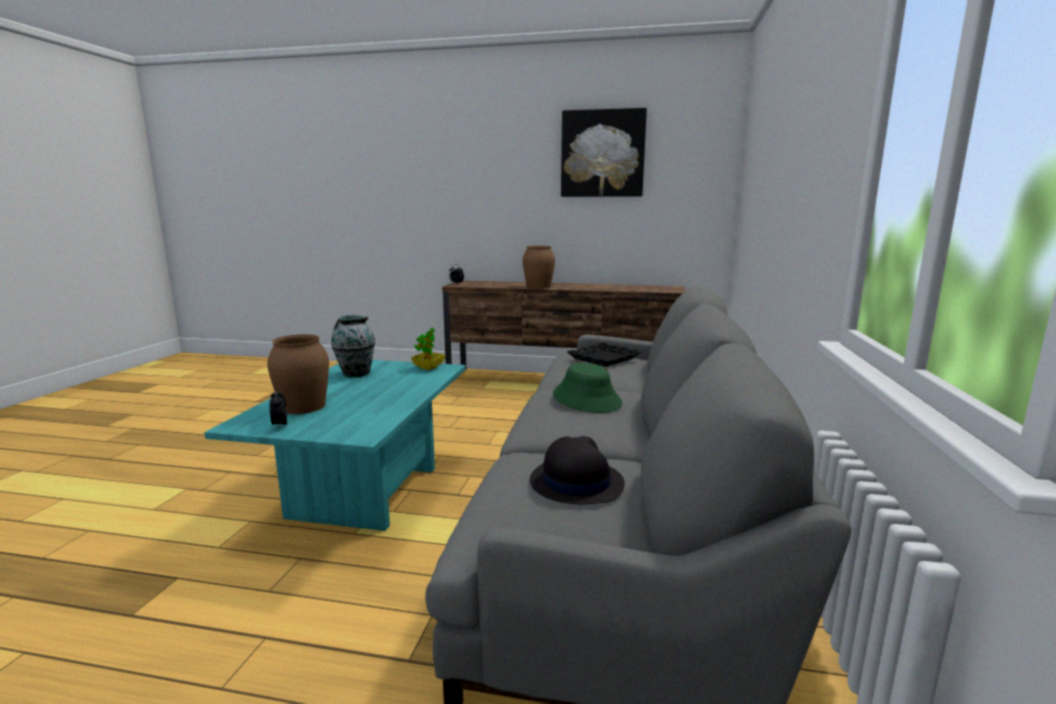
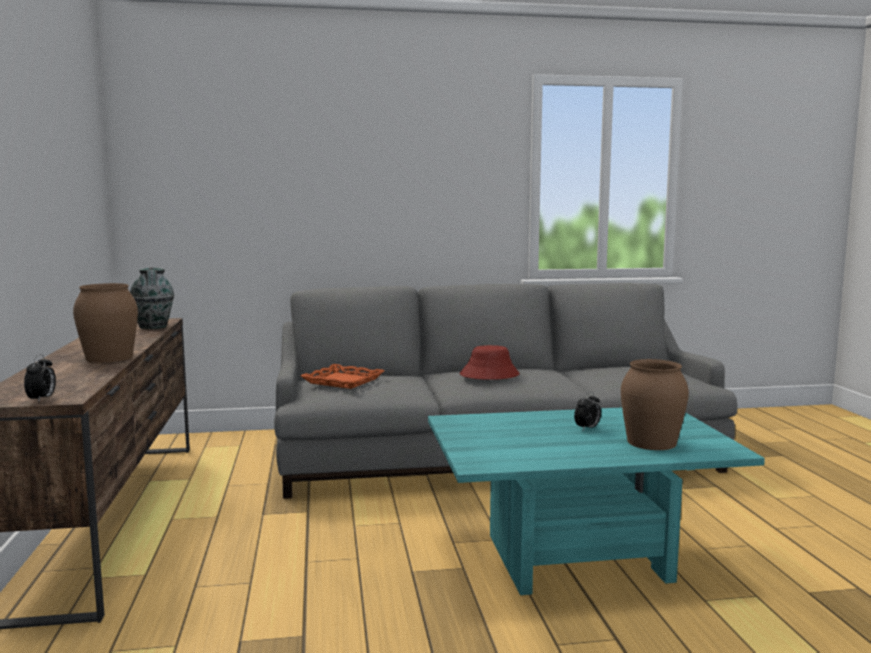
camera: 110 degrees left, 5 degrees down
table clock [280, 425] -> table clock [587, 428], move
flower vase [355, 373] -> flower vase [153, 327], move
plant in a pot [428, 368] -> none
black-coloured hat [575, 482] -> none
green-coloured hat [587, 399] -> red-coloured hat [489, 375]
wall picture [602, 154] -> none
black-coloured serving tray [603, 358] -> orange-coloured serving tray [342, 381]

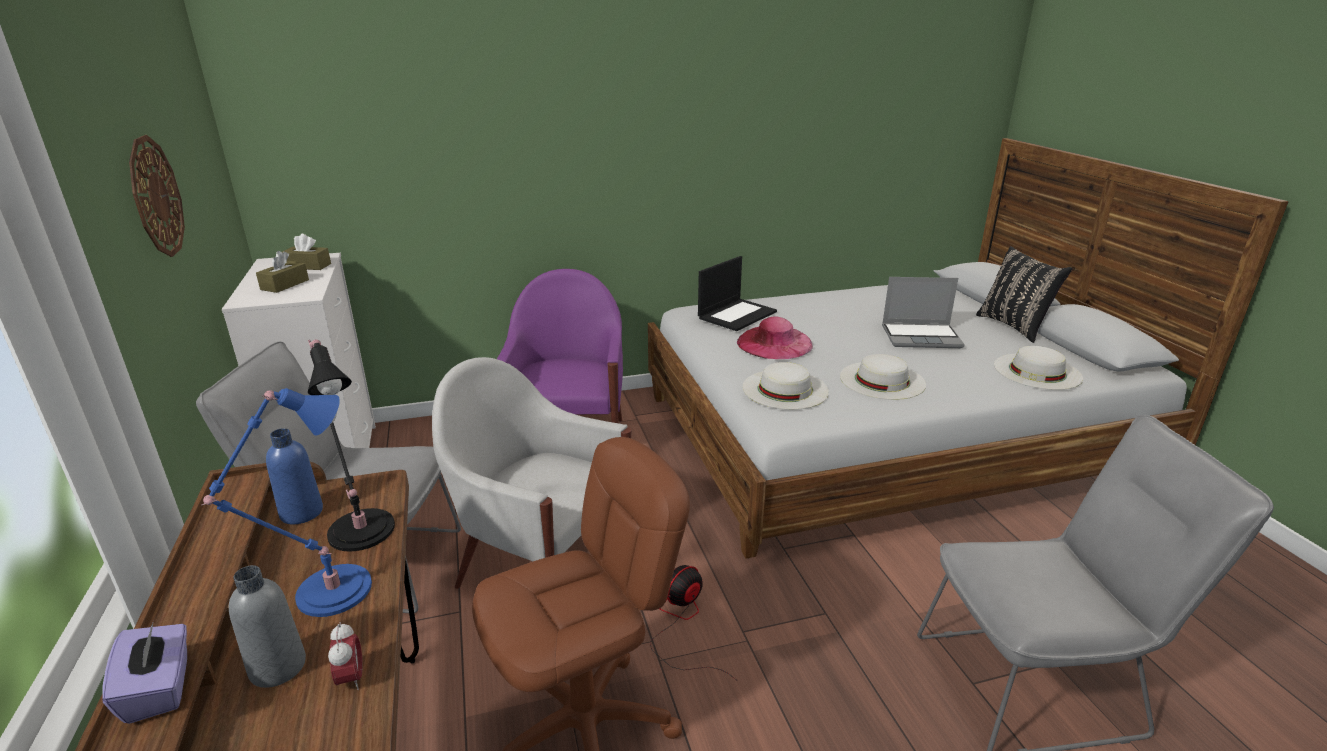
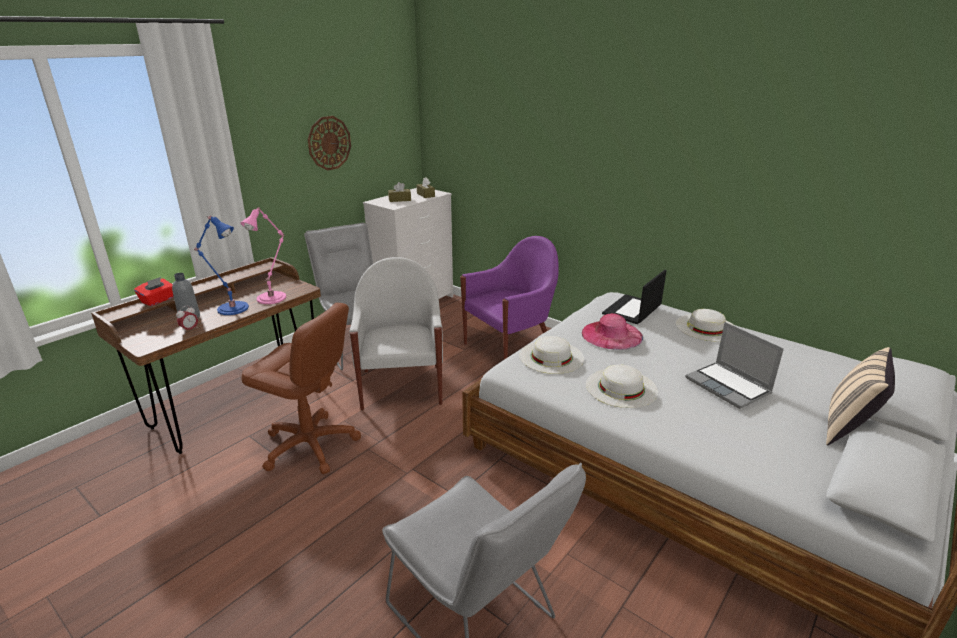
camera: 55 degrees right, 0 degrees up
purplish tissue box [160, 689] -> red-coloured tissue box [158, 300]
bluish beverage bottle [301, 512] -> none
black-coloured table lamp [360, 527] -> pink table lamp [273, 297]
electric fan [683, 624] -> none
laptop [737, 314] -> laptop [632, 310], 120 degrees clockwise
black-coloured pillow [1014, 326] -> beige pillow [848, 428]
white-coloured hat [1037, 371] -> white-coloured hat [706, 327], move

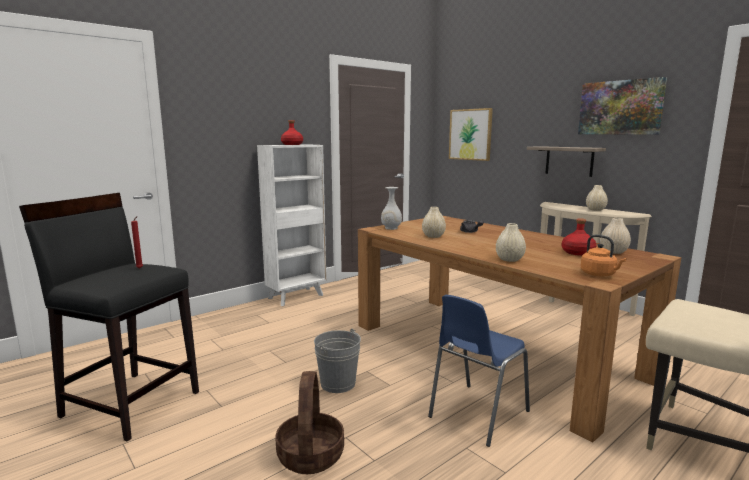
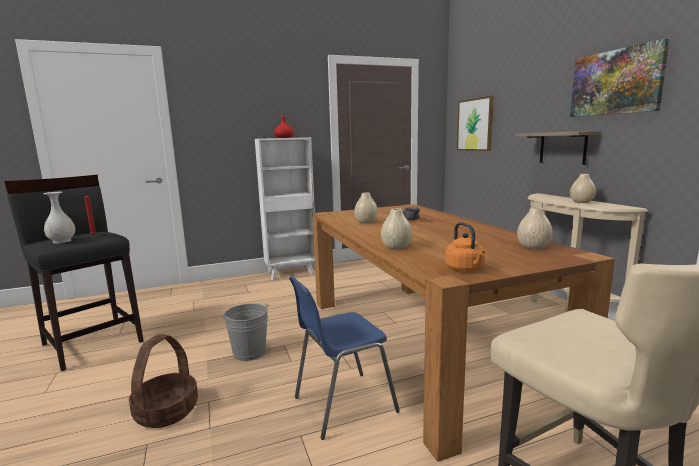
camera: 20 degrees right, 0 degrees up
white-coloured flower vase [391, 228] -> white-coloured flower vase [62, 241], move
red-coloured beverage bottle [577, 252] -> none

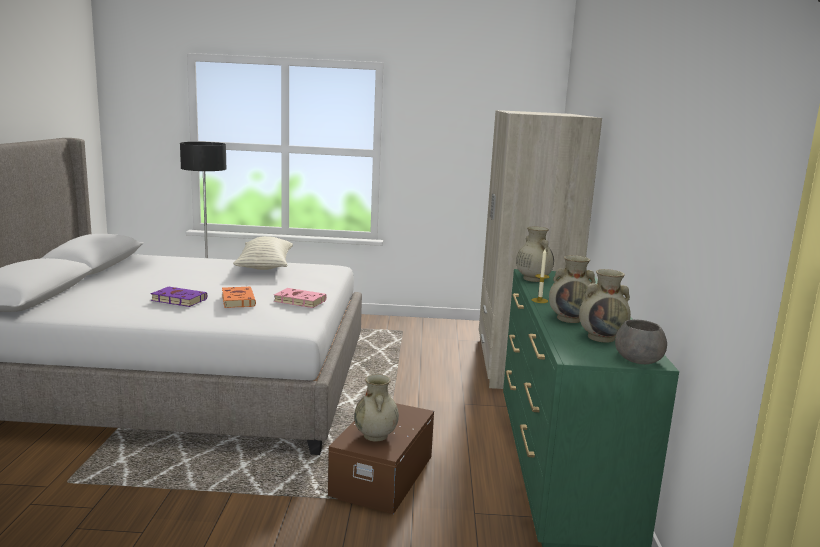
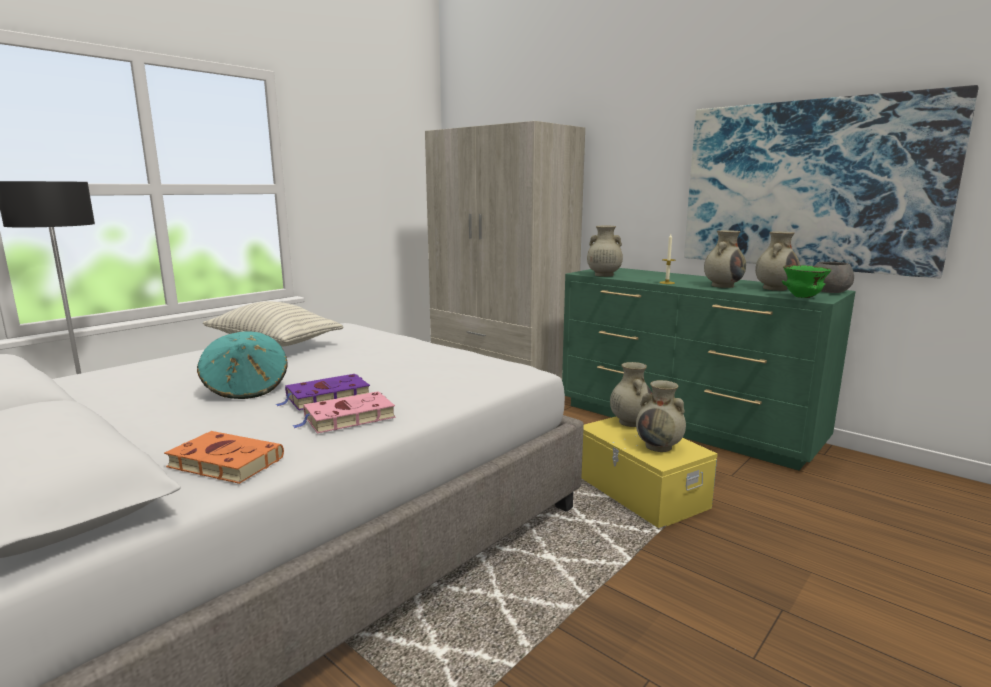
camera: 50 degrees left, 0 degrees up
orange-coloured bound book [238, 300] -> orange-coloured bound book [223, 462], move
pink bound book [298, 301] -> pink bound book [347, 418], move
brownish storage bin [381, 475] -> yellowish storage bin [639, 492]
none -> turquoise-coloured hat [246, 388]
none -> beige flower vase [630, 422]
none -> wall picture [808, 185]
none -> green-coloured deep dish [802, 297]

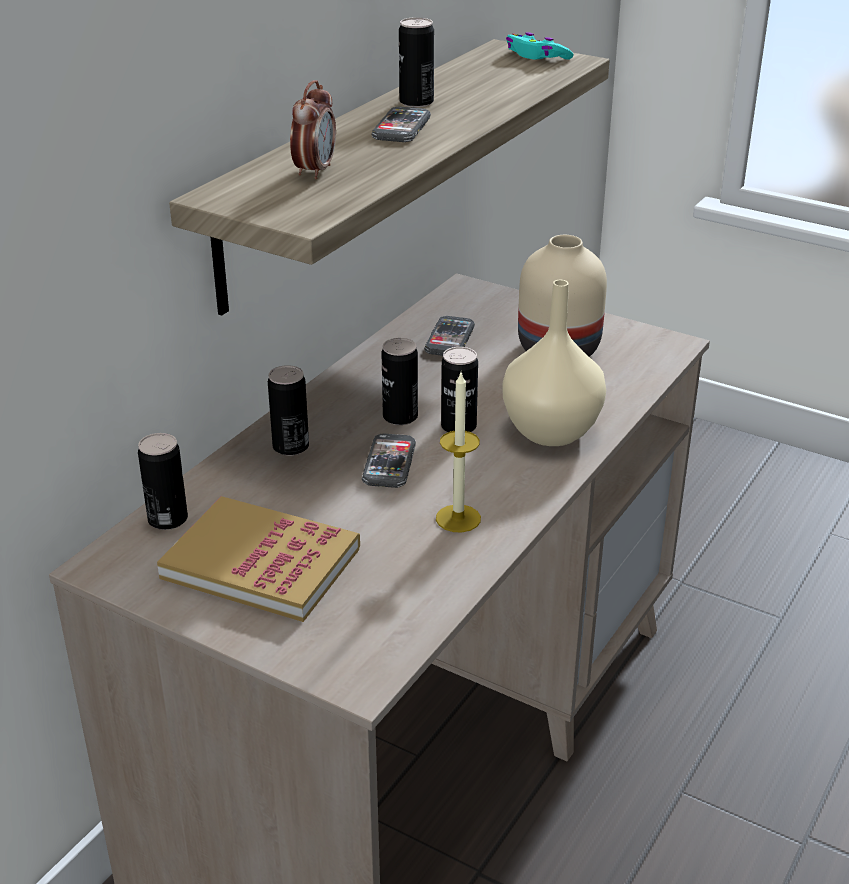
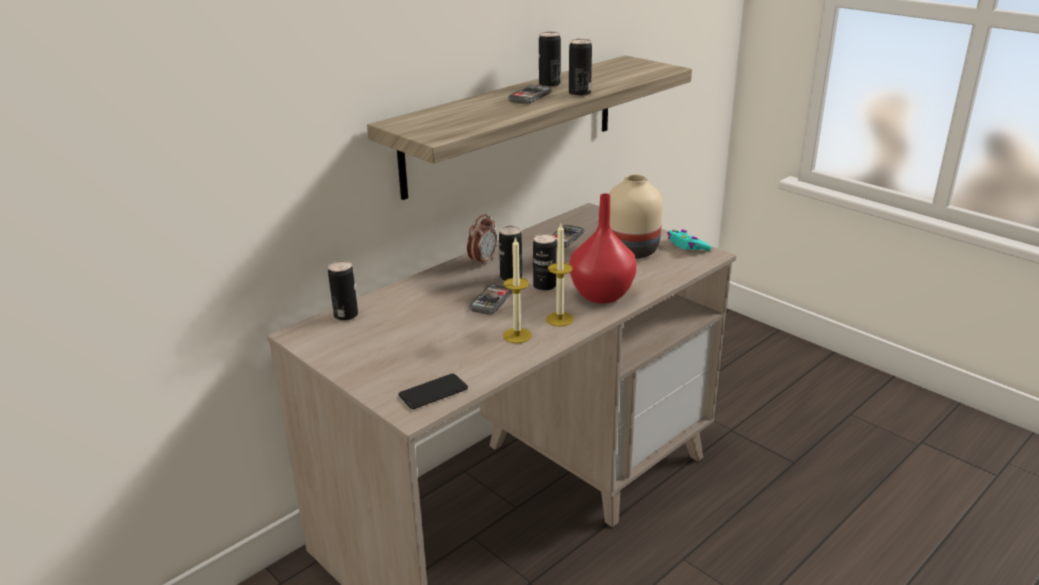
camera: 15 degrees right, 5 degrees down
bound book [261, 563] -> none
metal can [291, 447] -> metal can [579, 93], move
table clock [314, 171] -> table clock [482, 261], move
beige flower vase [550, 430] -> red-coloured flower vase [602, 294]
turquoise-coloured gamepad [536, 56] -> turquoise-coloured gamepad [687, 246], move
none -> phone [433, 392]
none -> wax light [559, 319]

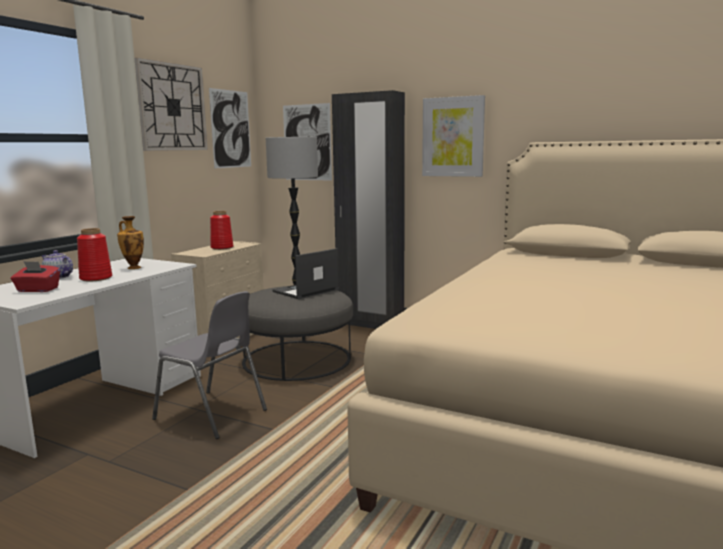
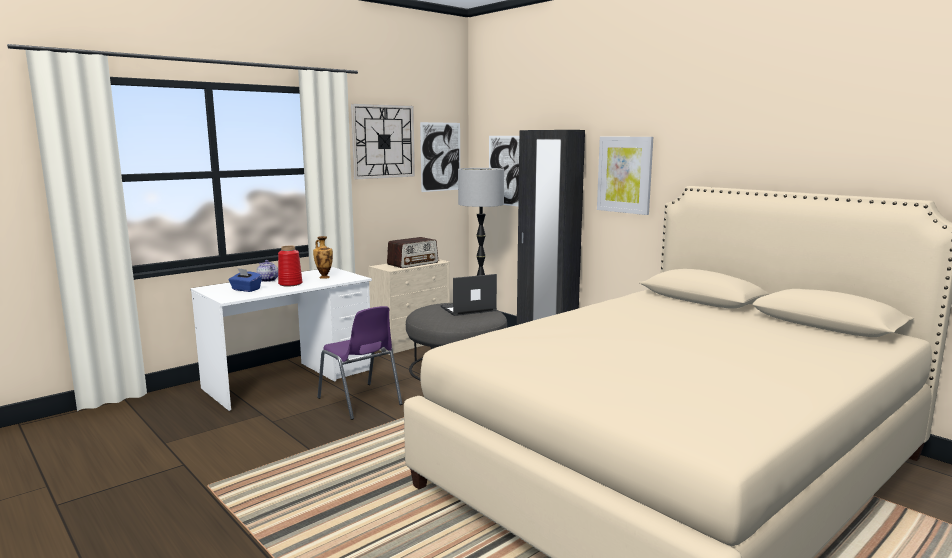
camera: 20 degrees right, 0 degrees up
red-coloured tissue box [37, 290] -> bluish tissue box [245, 289]
greyish plain chair [212, 415] -> purplish plain chair [360, 402]
red-coloured flower vase [222, 247] -> radio receiver [413, 263]

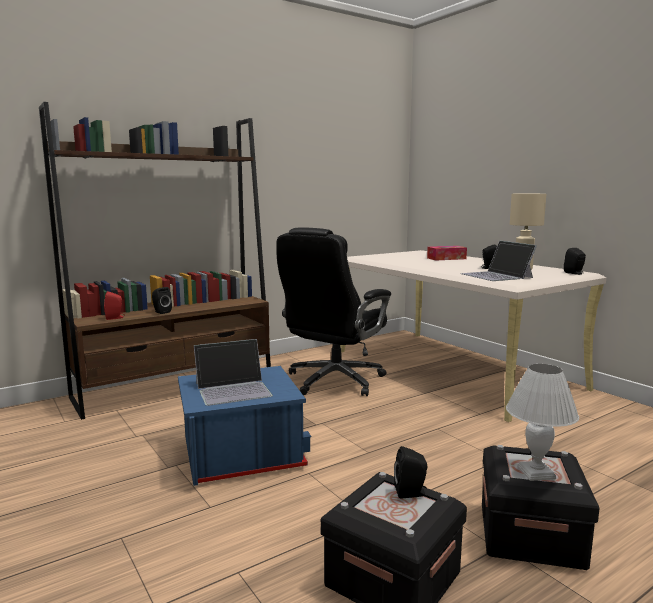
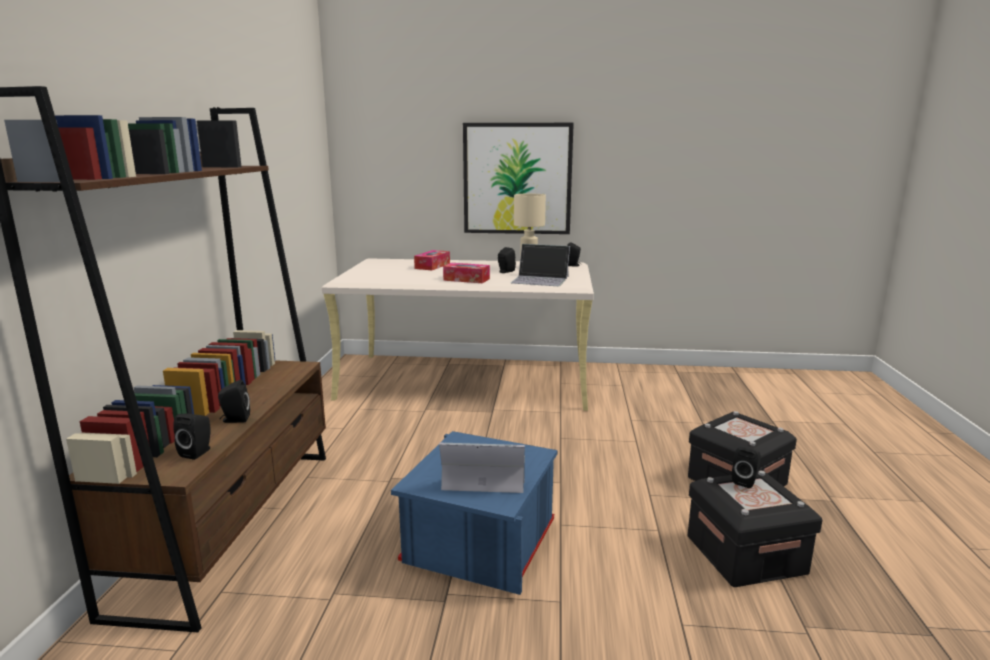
camera: 50 degrees left, 5 degrees up
red-coloured audio speaker [115, 318] -> black-coloured audio speaker [198, 452]
laptop [233, 389] -> laptop [484, 473], 105 degrees counterclockwise
black-coloured desk chair [334, 381] -> none
white-coloured table lamp [537, 473] -> none
none -> tissue box [466, 279]
none -> wall picture [517, 179]

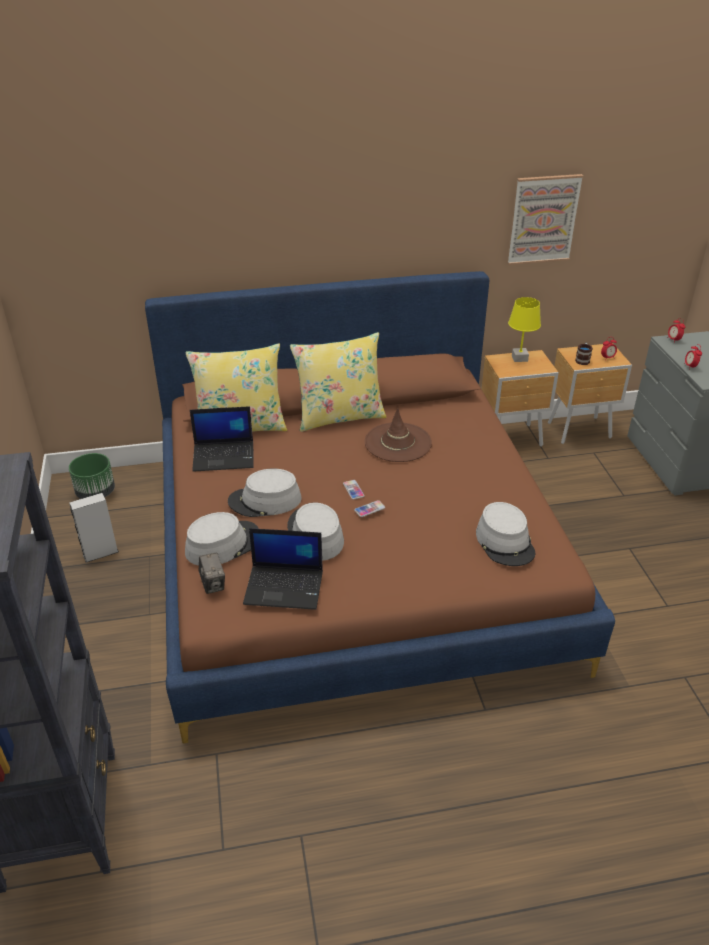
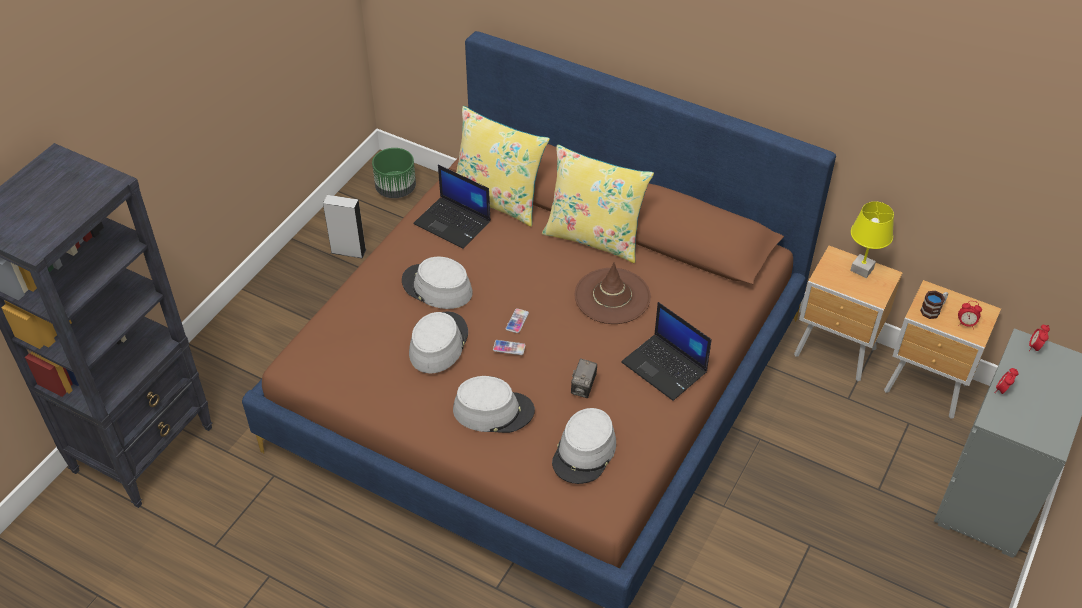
camera: 40 degrees right, 10 degrees up
greyish hat [222, 544] -> greyish hat [493, 410], move
photo camera [213, 584] -> photo camera [583, 388], move
laptop [285, 587] -> laptop [665, 367], move
wall picture [543, 219] -> none

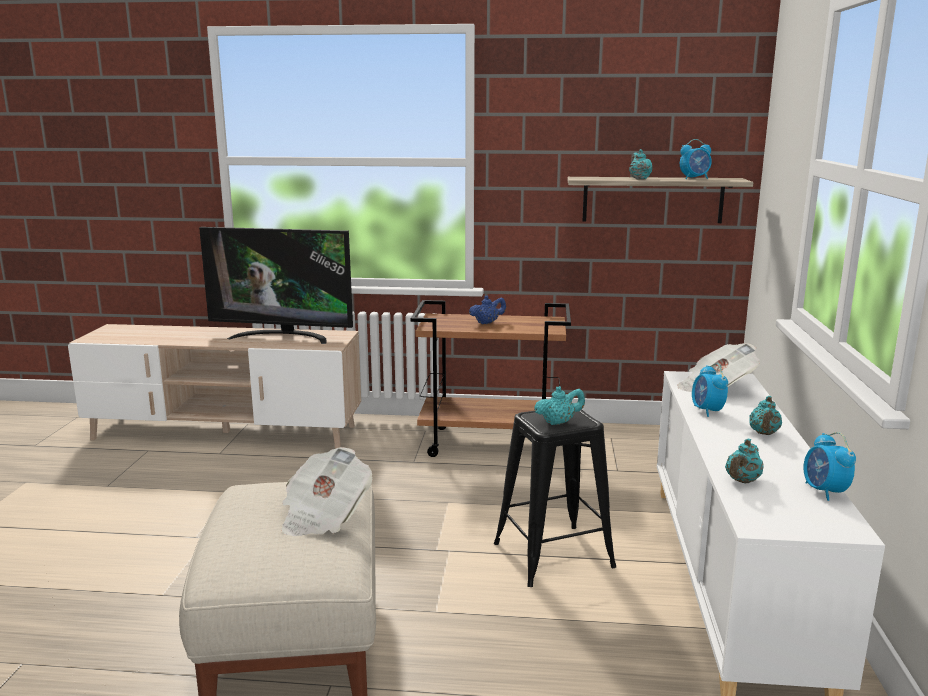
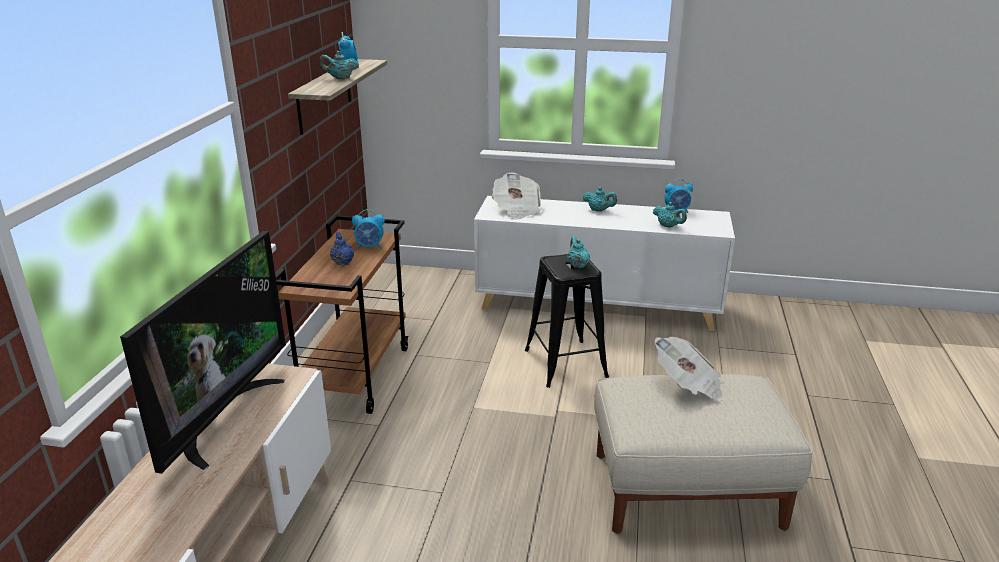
camera: 85 degrees left, 10 degrees up
table clock [707, 411] -> table clock [370, 247], move

